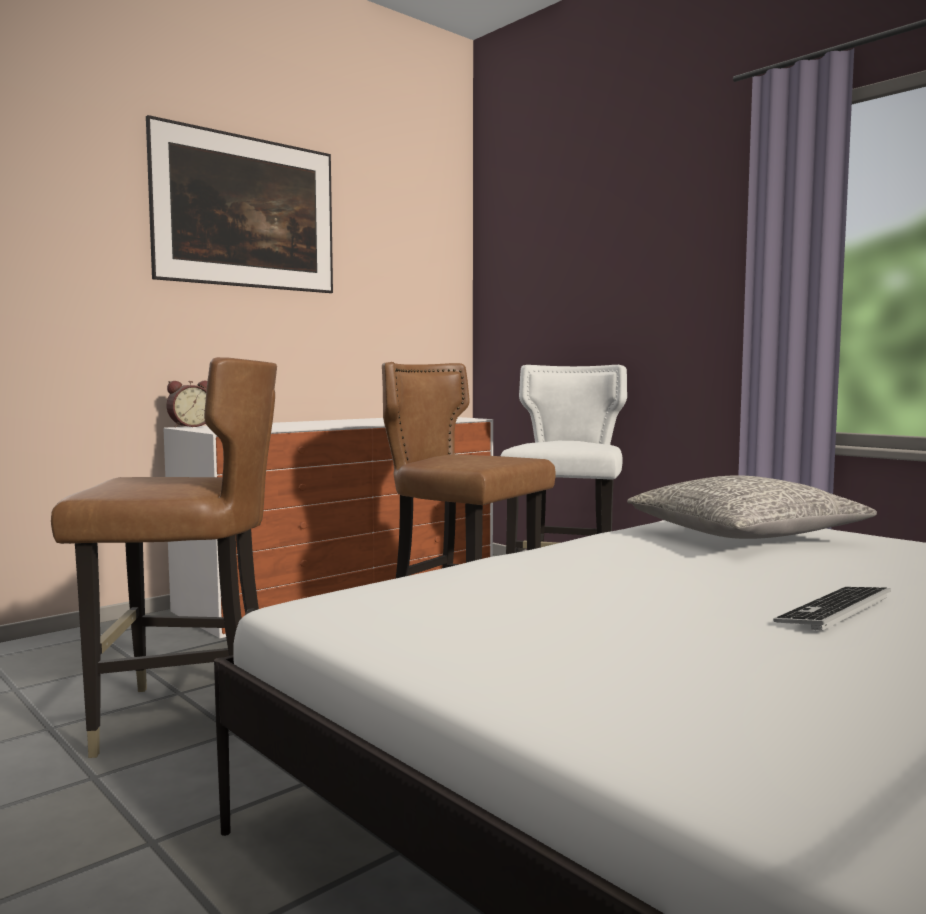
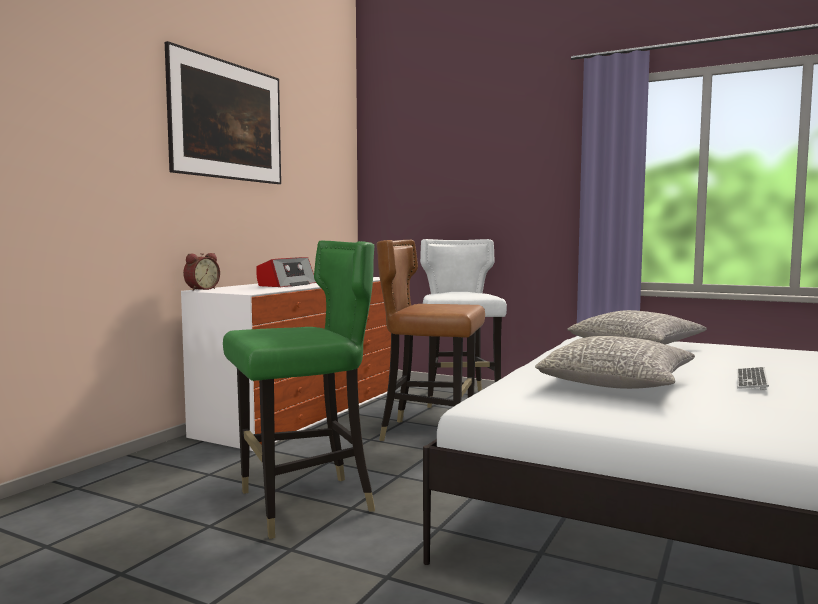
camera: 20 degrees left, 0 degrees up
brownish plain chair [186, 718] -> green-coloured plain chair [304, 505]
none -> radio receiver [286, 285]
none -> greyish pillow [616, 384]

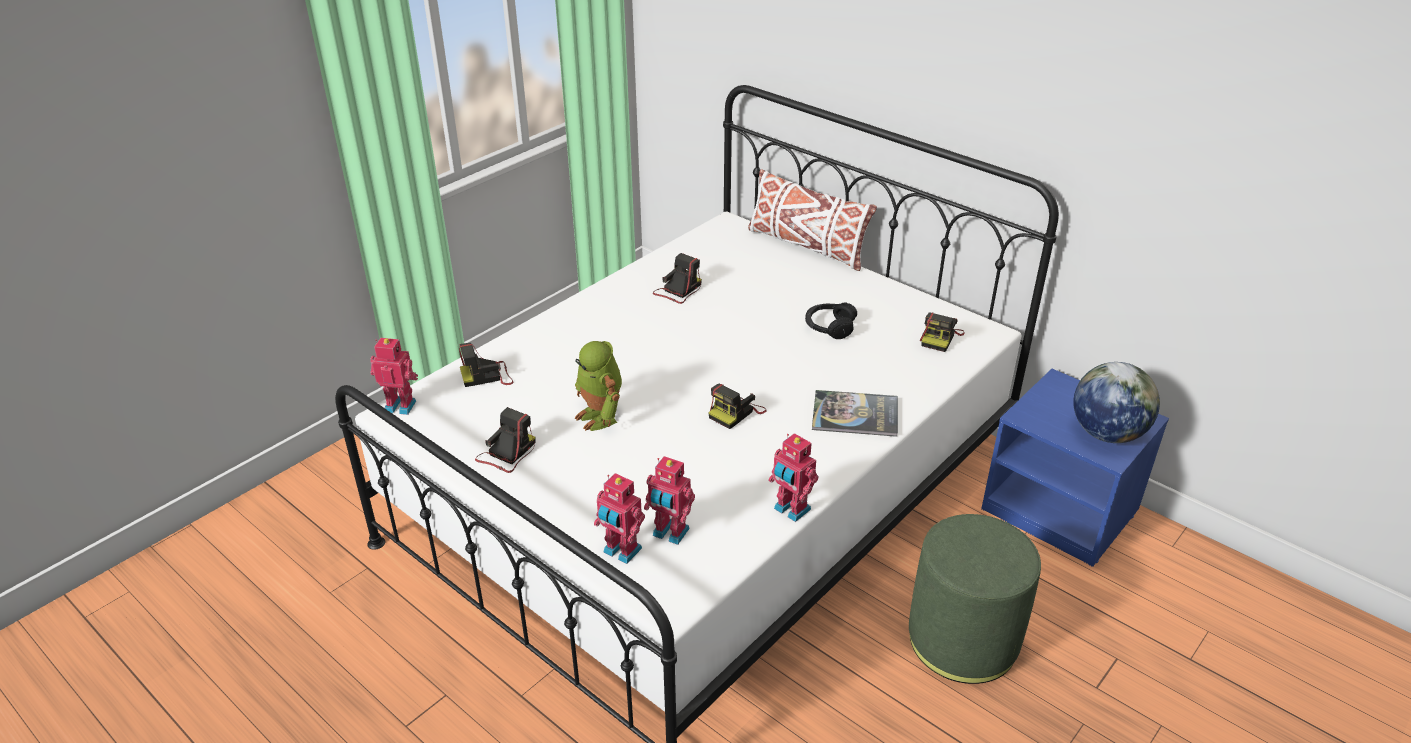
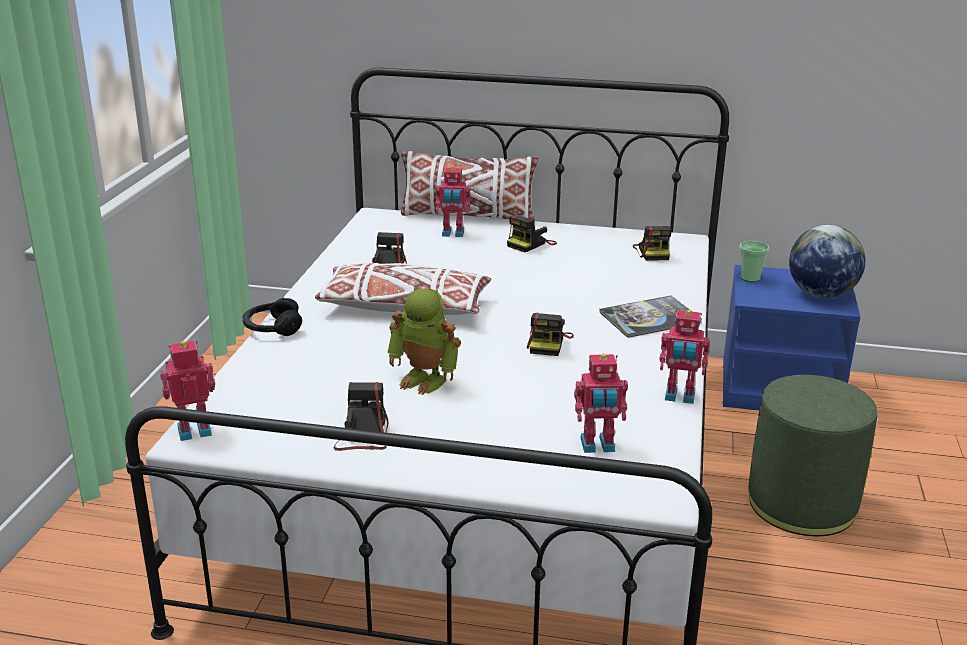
camera: 30 degrees left, 10 degrees down
photo camera [487, 376] -> photo camera [530, 244], move
model robot [621, 552] -> model robot [453, 234], move
black-coloured headset [829, 327] -> black-coloured headset [272, 328], move
none -> white-coloured pillow [403, 307]
none -> small cup [750, 278]

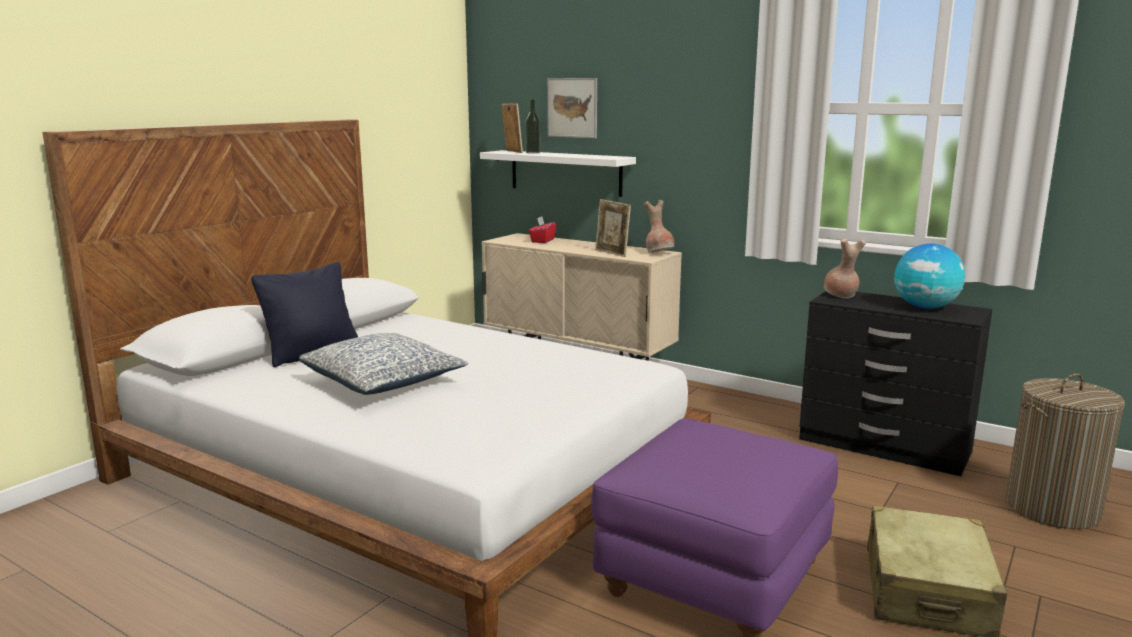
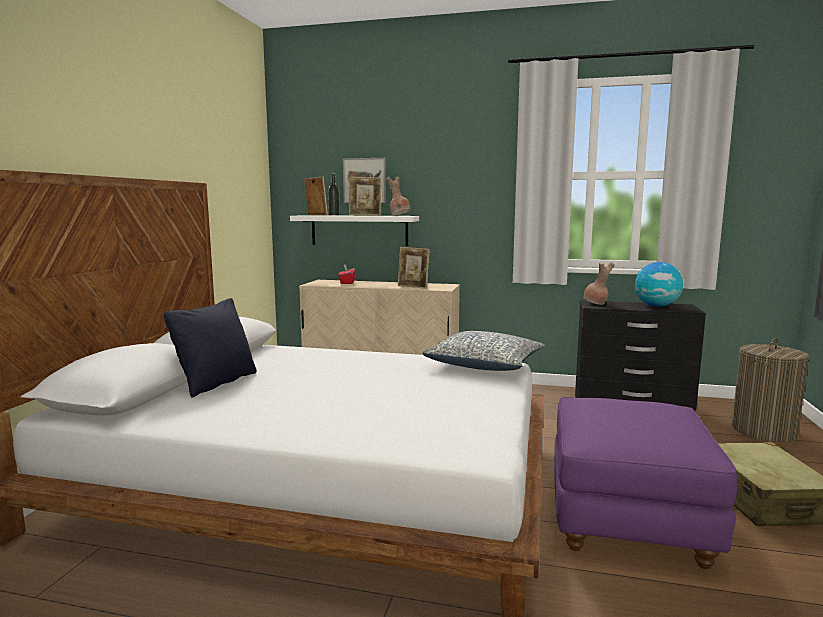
camera: 20 degrees left, 5 degrees down
pillow [384, 381] -> pillow [485, 365], move
brownish flower vase [659, 253] -> brownish flower vase [399, 215], move
none -> standing frame [365, 215]

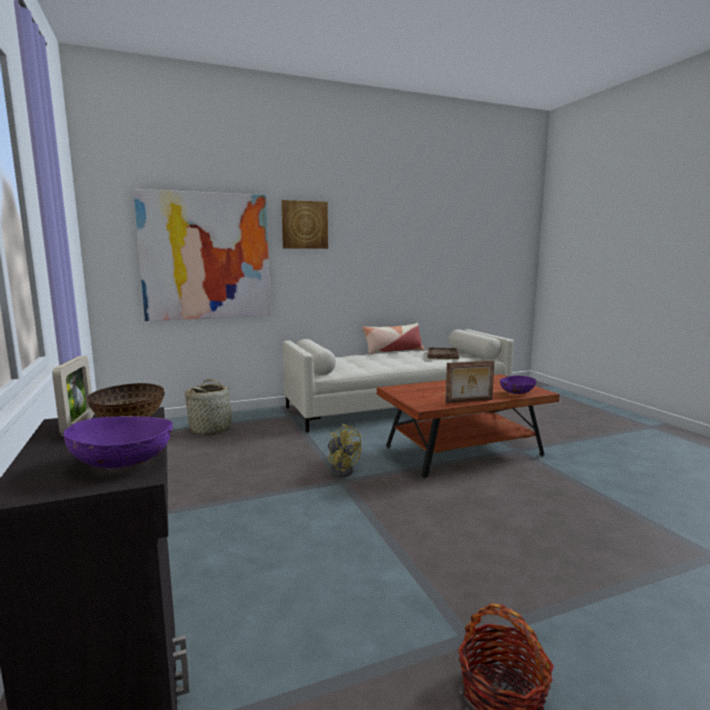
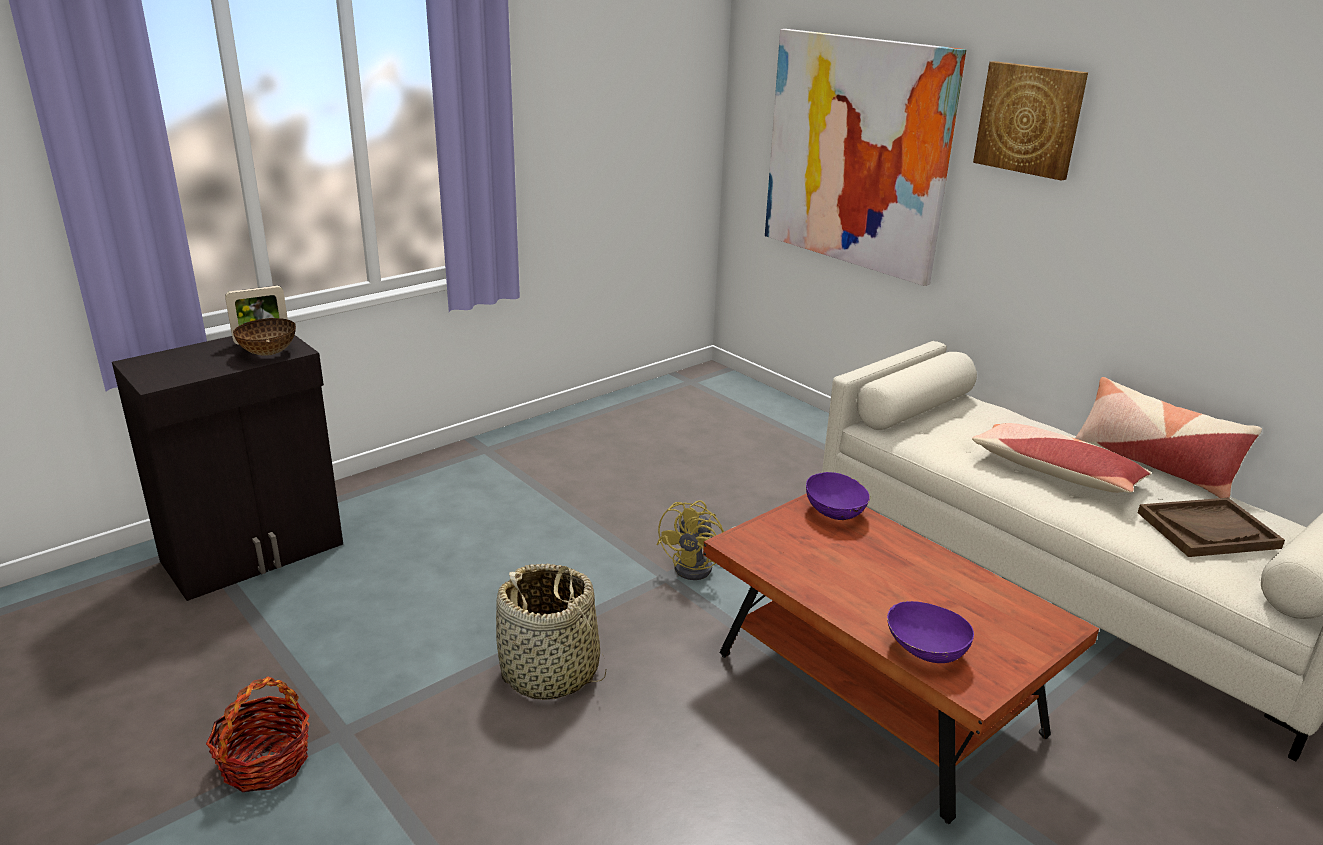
camera: 70 degrees right, 15 degrees up
purplish deep dish [124, 462] -> purplish deep dish [835, 513], move
storage basket [211, 429] -> storage basket [550, 672], move
standing frame [469, 401] -> none
none -> pillow [1054, 472]

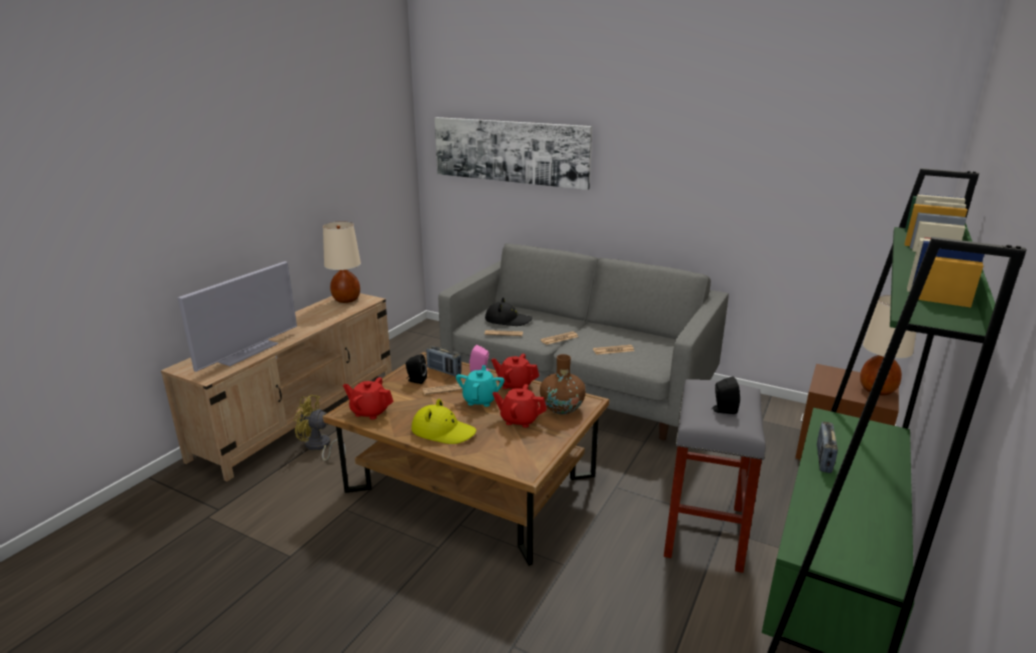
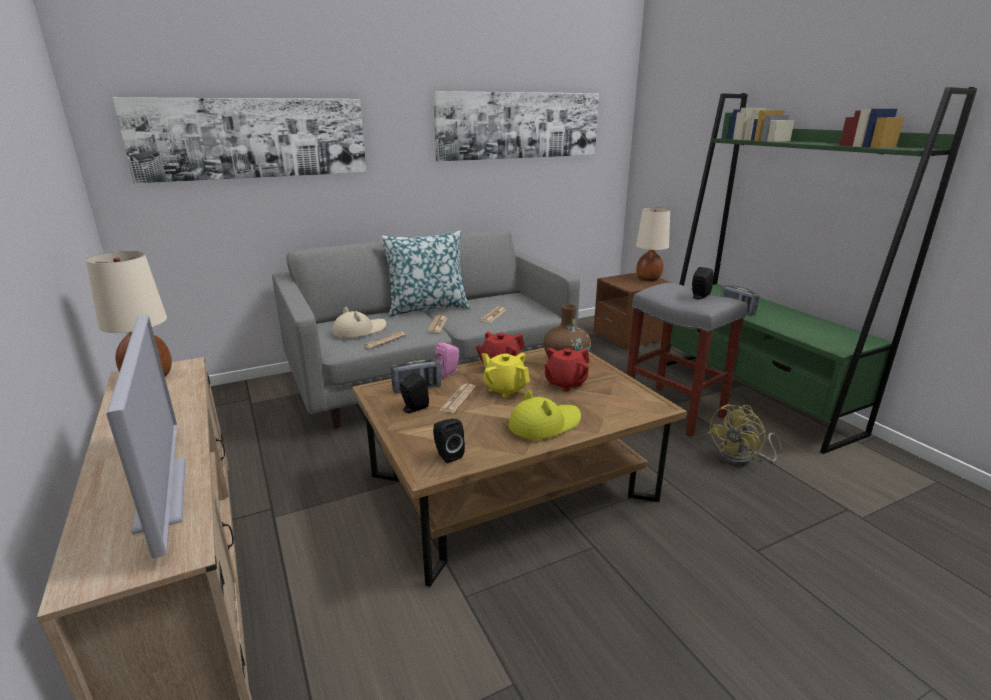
camera: 55 degrees left, 0 degrees up
yellowish electric fan [319, 447] -> yellowish electric fan [741, 459], move
red-coloured tea pot [370, 412] -> black-coloured audio speaker [447, 455]
turquoise-coloured tea pot [480, 400] -> yellowish tea pot [505, 389]
black-coloured hat [508, 320] -> beige hat [359, 331]
none -> pillow [427, 308]
none -> wall picture [519, 125]

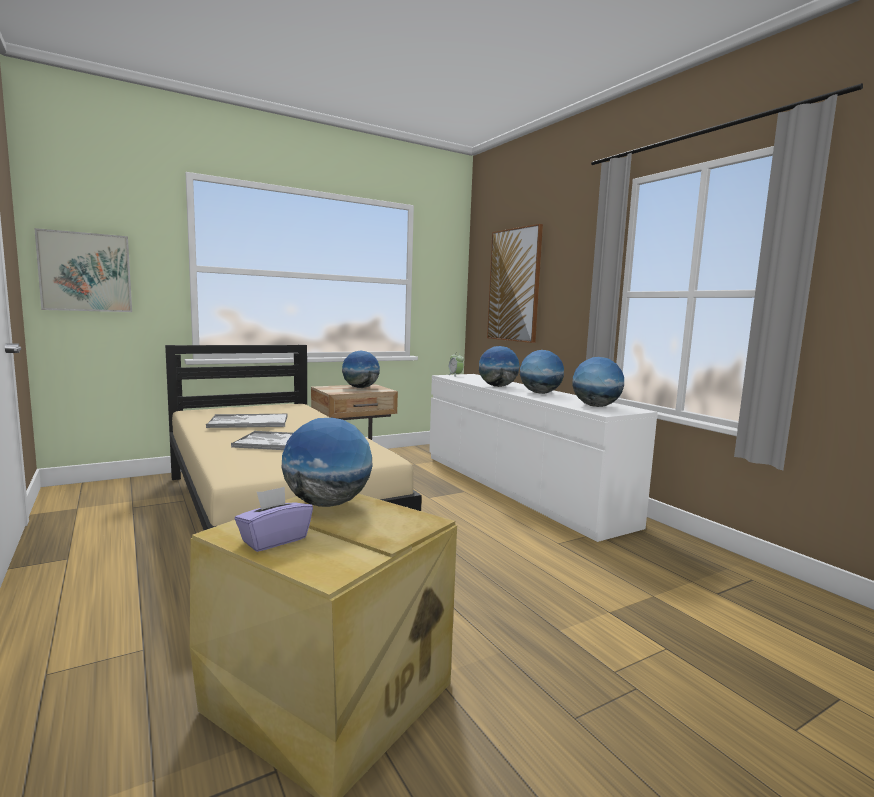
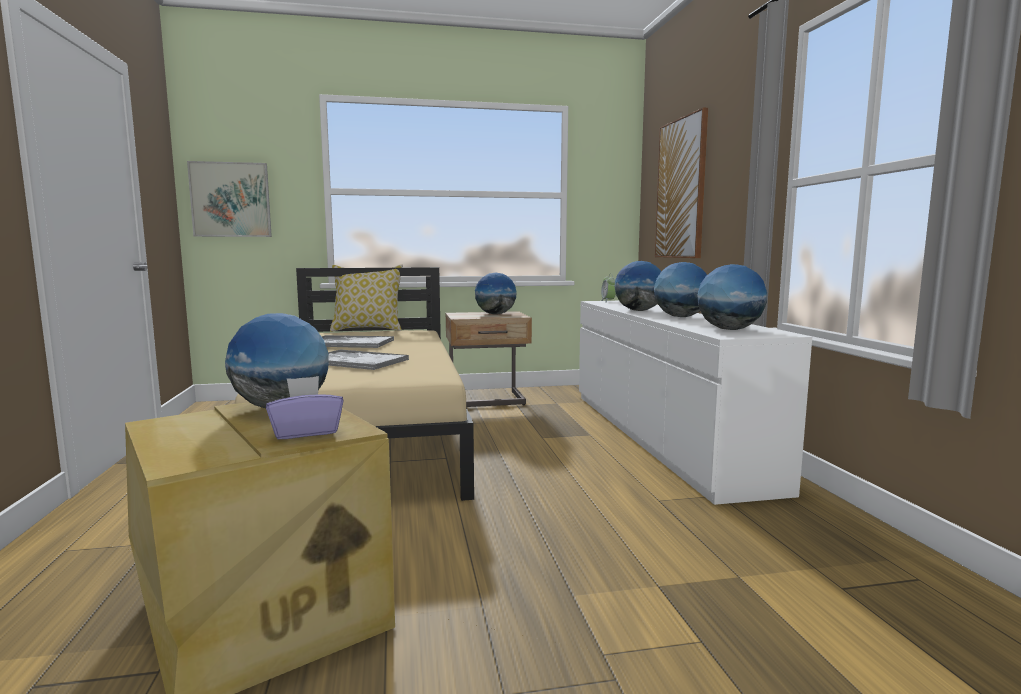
camera: 20 degrees right, 0 degrees up
purplish tissue box [274, 540] -> purplish tissue box [306, 432], move
none -> pillow [368, 330]

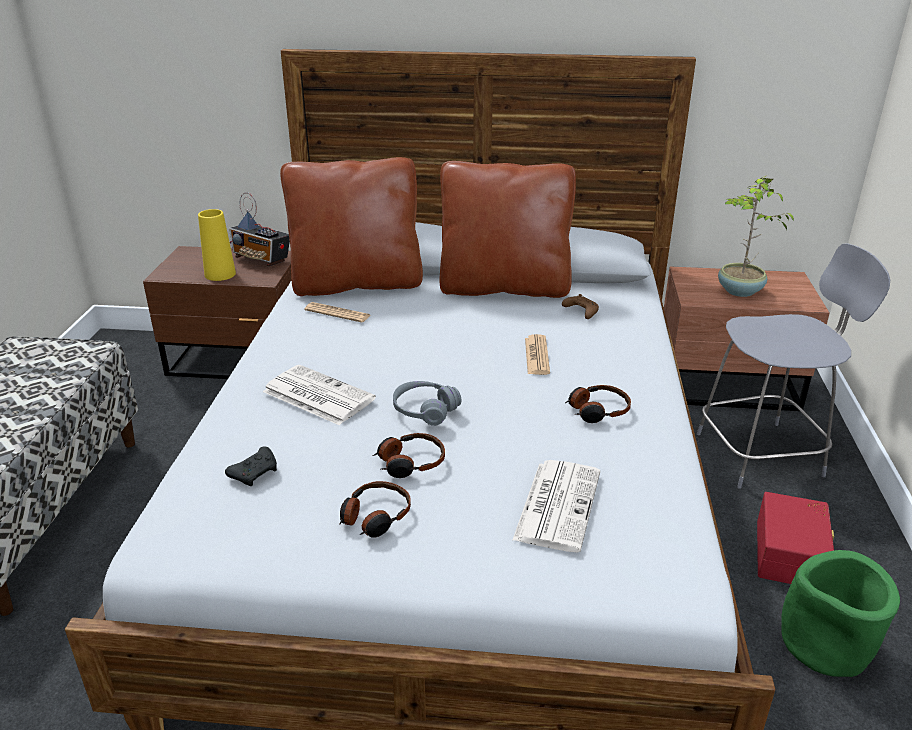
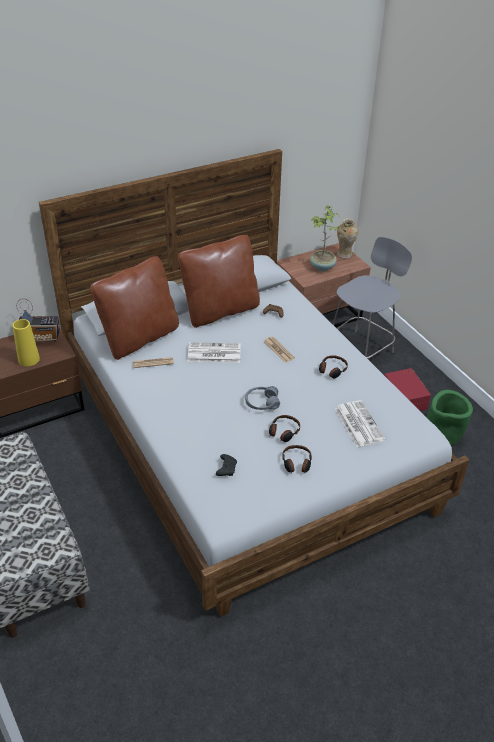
camera: 35 degrees left, 10 degrees up
daily paper [316, 395] -> daily paper [213, 353], move
none -> flower vase [344, 255]

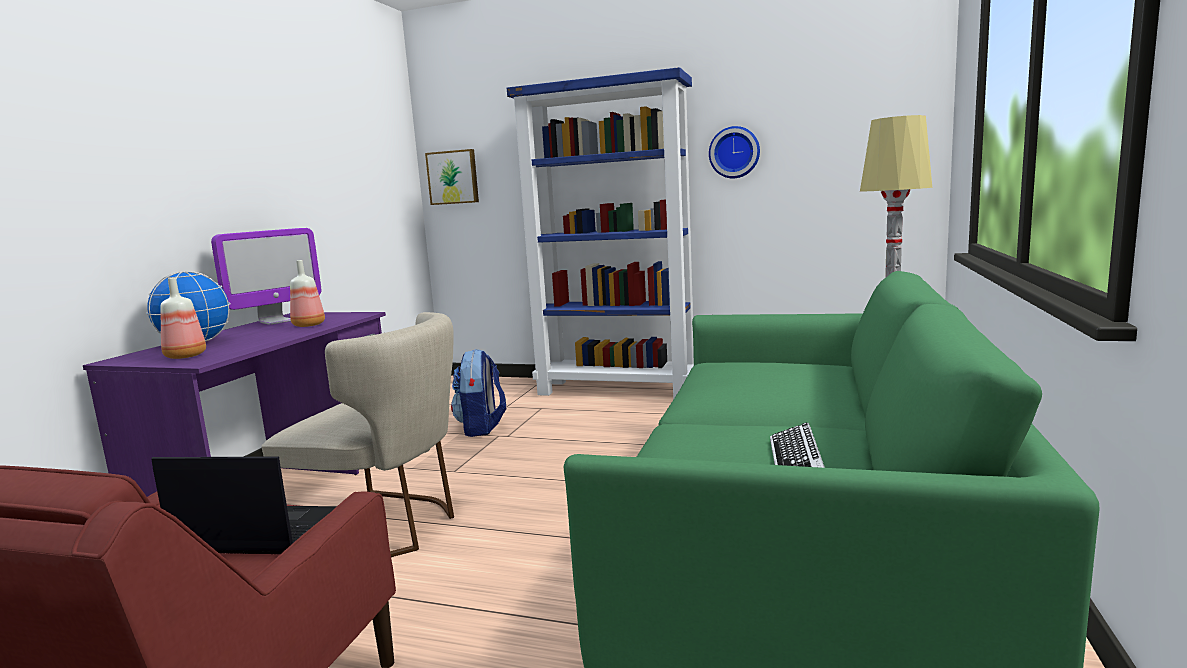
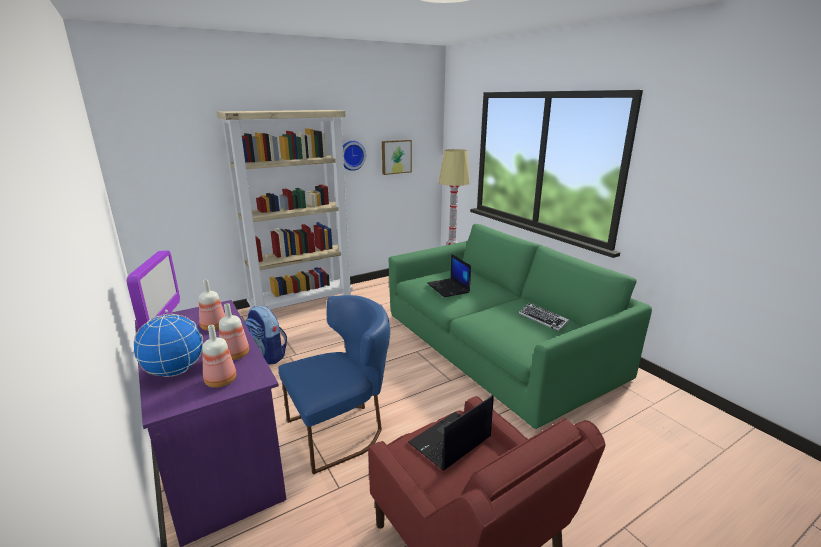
camera: 50 degrees left, 10 degrees up
beige plain chair [388, 527] -> bluish plain chair [341, 430]
wall picture [453, 177] -> wall picture [396, 156], move
bluish bookcase [618, 390] -> beige bookcase [302, 304]
none -> beverage bottle [234, 355]
none -> laptop [448, 288]

